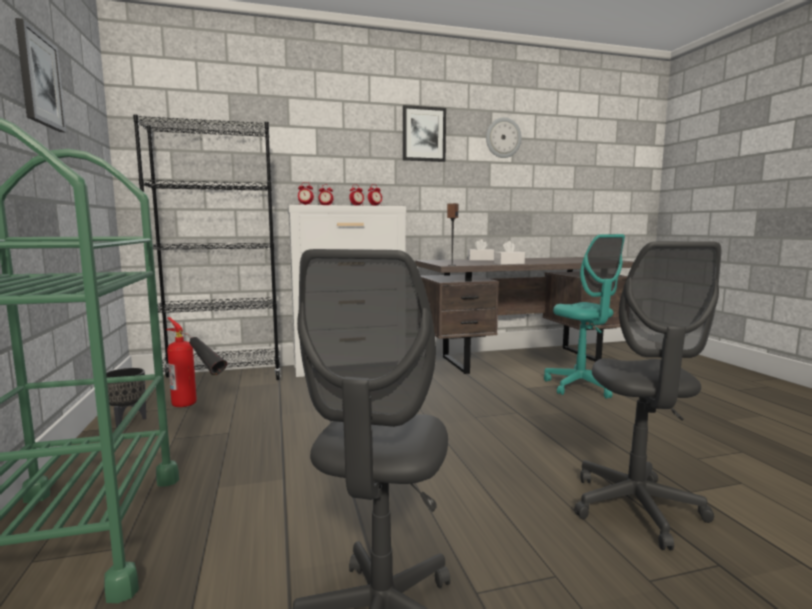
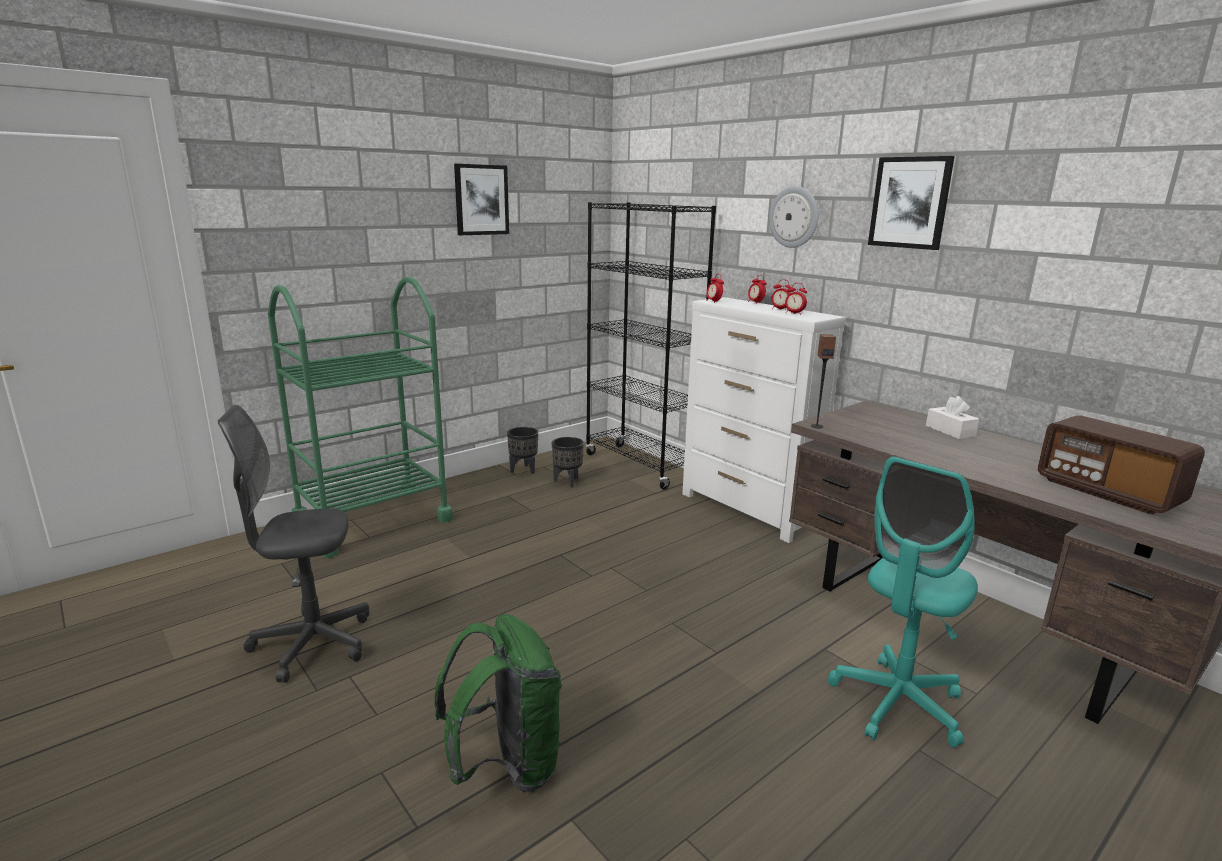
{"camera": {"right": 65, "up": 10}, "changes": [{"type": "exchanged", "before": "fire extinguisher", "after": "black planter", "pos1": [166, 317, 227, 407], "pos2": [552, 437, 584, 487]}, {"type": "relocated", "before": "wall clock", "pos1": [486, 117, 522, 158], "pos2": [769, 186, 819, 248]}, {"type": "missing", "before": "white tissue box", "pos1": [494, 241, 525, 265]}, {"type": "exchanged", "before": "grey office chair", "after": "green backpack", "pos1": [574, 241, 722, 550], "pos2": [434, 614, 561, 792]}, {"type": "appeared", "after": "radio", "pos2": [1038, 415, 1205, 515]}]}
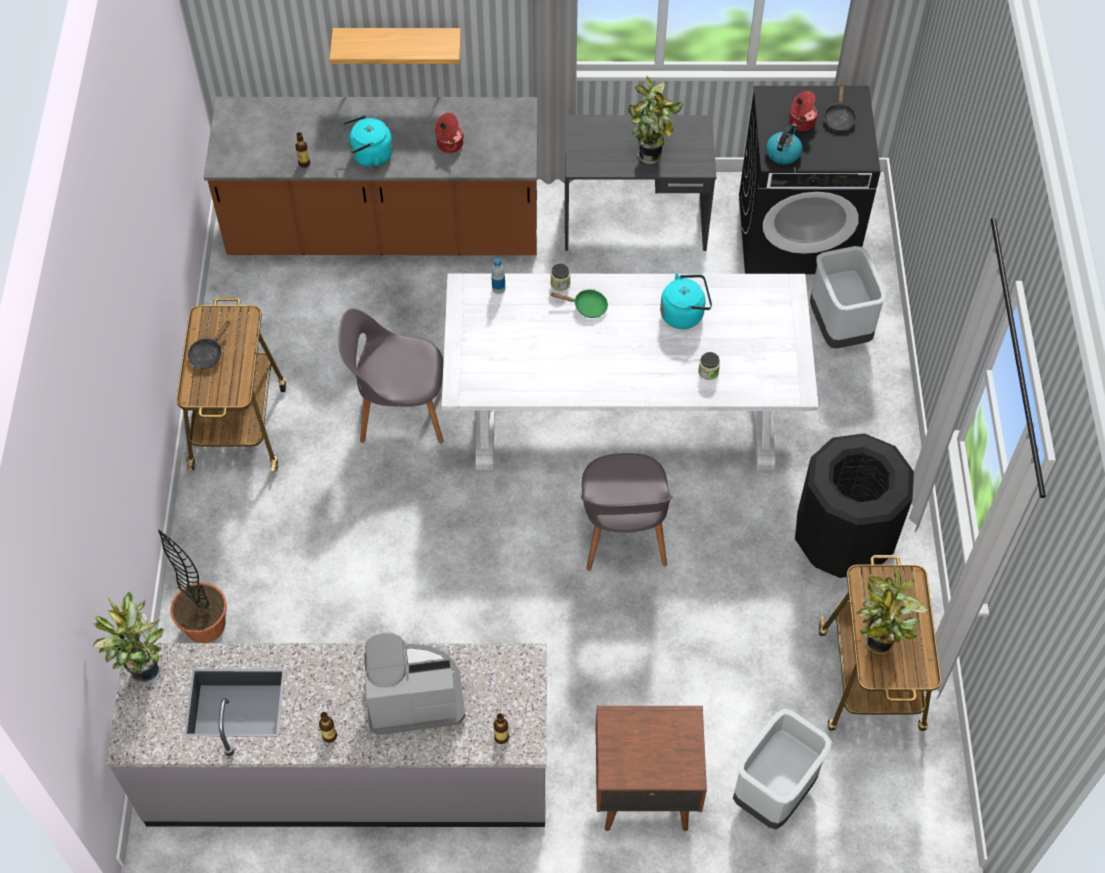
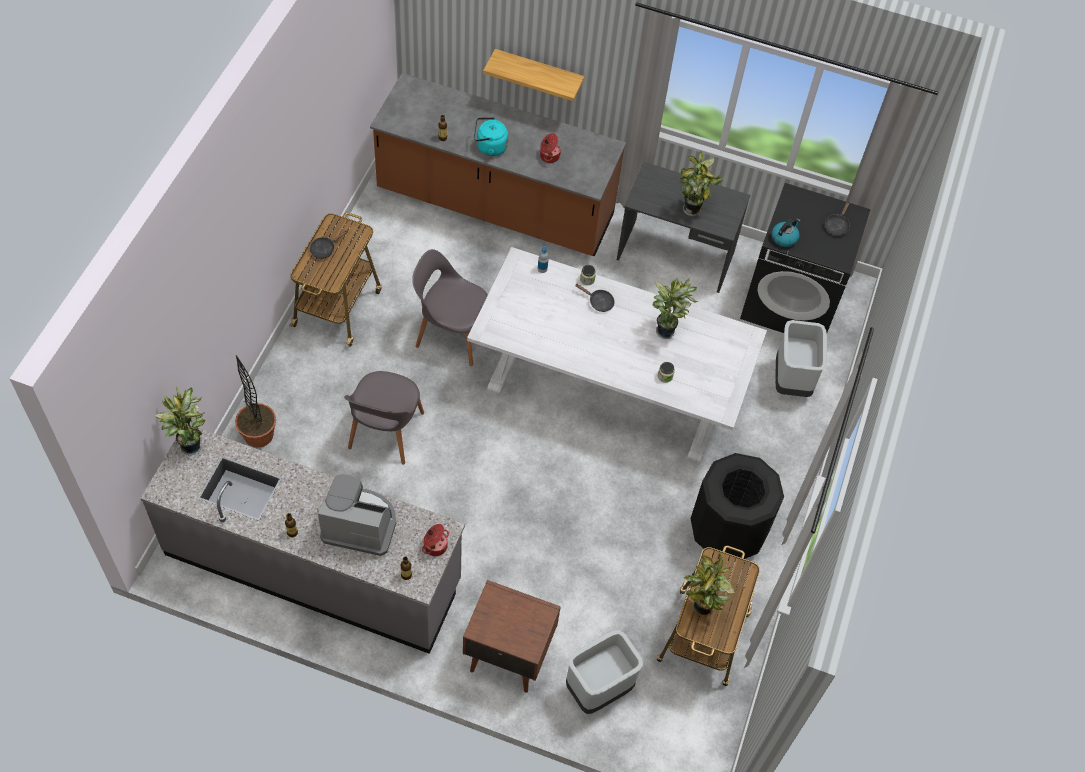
{"camera": {"right": 15, "up": 0}, "changes": [{"type": "colour", "before": "green frying pan", "after": "black frying pan", "pos1": [550, 290, 608, 318], "pos2": [575, 284, 615, 312]}, {"type": "relocated", "before": "grey chair", "pos1": [581, 453, 673, 571], "pos2": [344, 371, 424, 465]}, {"type": "exchanged", "before": "turquoise kettle", "after": "potted plant", "pos1": [660, 273, 712, 329], "pos2": [652, 277, 698, 339]}, {"type": "relocated", "before": "cooking pot", "pos1": [789, 91, 818, 131], "pos2": [422, 524, 449, 556]}]}
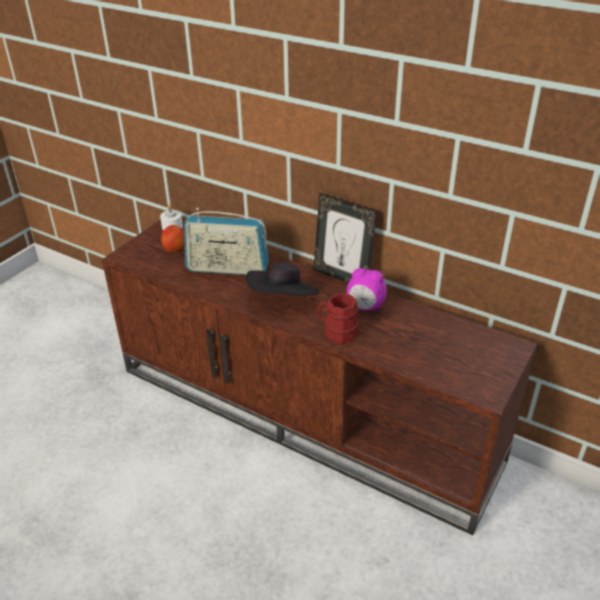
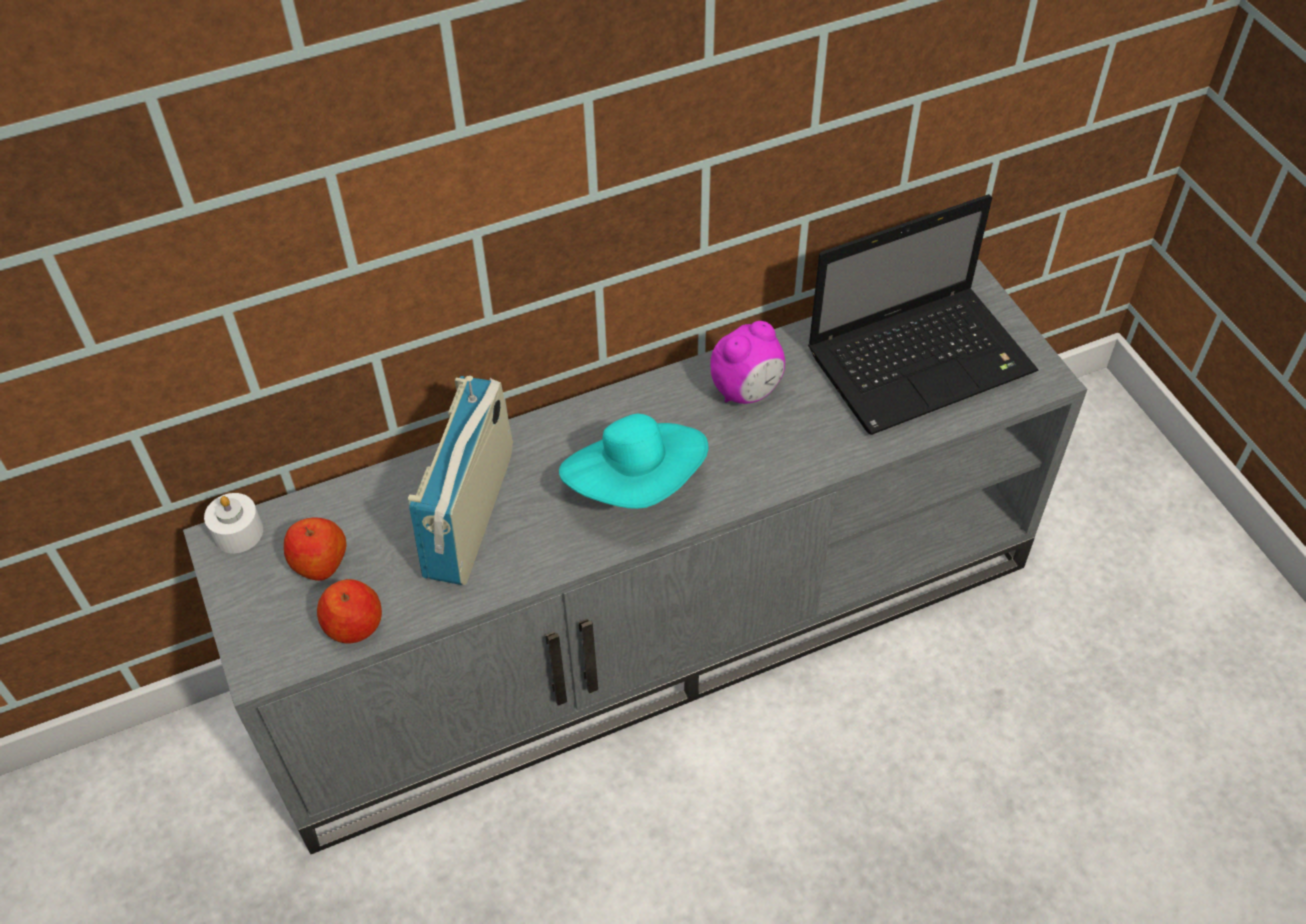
{"camera": {"right": -55, "up": 15}, "changes": [{"type": "colour", "before": "brown tv stand", "after": "grey tv stand", "pos1": [102, 220, 538, 535], "pos2": [183, 260, 1087, 854]}, {"type": "spun", "before": "radio", "pos1": [184, 208, 269, 275], "pos2": [408, 375, 513, 585], "turn": 150}, {"type": "colour", "before": "black hat", "after": "turquoise hat", "pos1": [246, 262, 319, 296], "pos2": [559, 414, 708, 509]}, {"type": "missing", "before": "picture frame", "pos1": [314, 193, 377, 283]}, {"type": "missing", "before": "red mug", "pos1": [317, 293, 359, 344]}, {"type": "appeared", "after": "apple", "pos2": [317, 579, 382, 644]}, {"type": "appeared", "after": "laptop", "pos2": [808, 194, 1038, 435]}]}
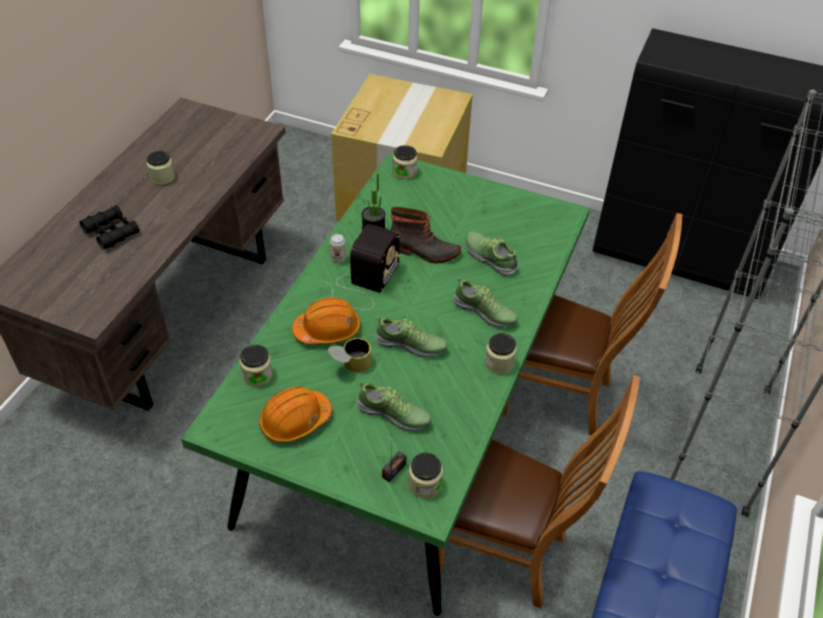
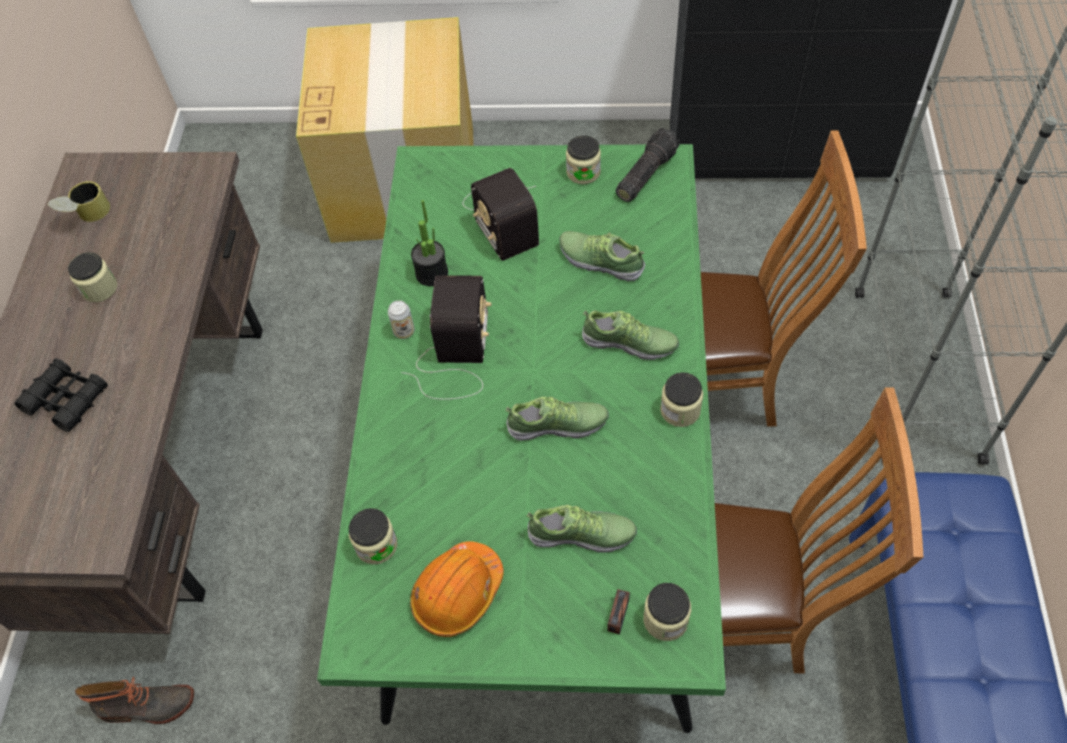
{"camera": {"right": -15, "up": 10}, "changes": [{"type": "missing", "before": "orange hard hat", "pos1": [292, 297, 361, 344]}, {"type": "relocated", "before": "can", "pos1": [328, 338, 372, 373], "pos2": [48, 181, 110, 222]}, {"type": "relocated", "before": "boot", "pos1": [391, 207, 461, 263], "pos2": [75, 677, 194, 724]}, {"type": "relocated", "before": "jar", "pos1": [393, 145, 417, 179], "pos2": [566, 135, 601, 184]}, {"type": "appeared", "after": "radio", "pos2": [463, 168, 539, 261]}, {"type": "appeared", "after": "flashlight", "pos2": [616, 128, 680, 202]}]}
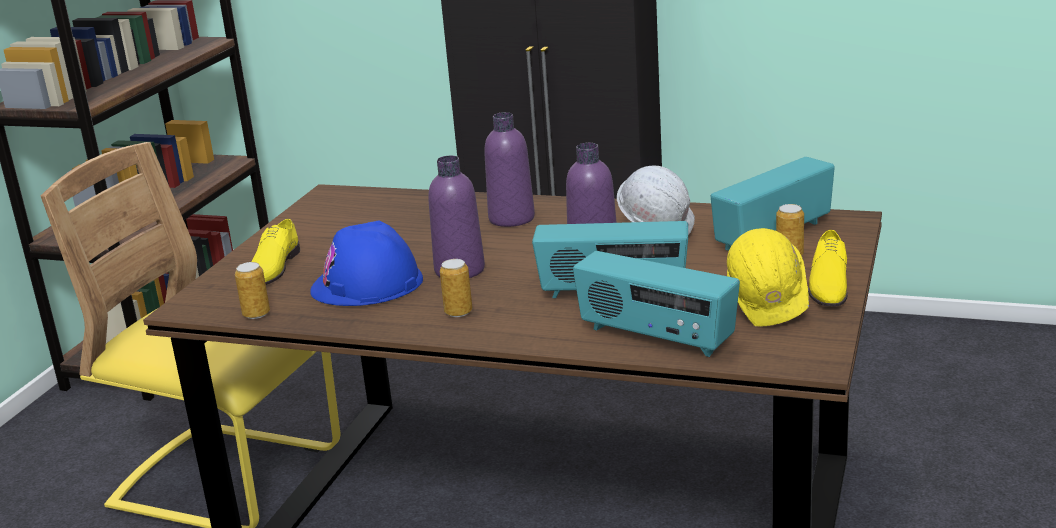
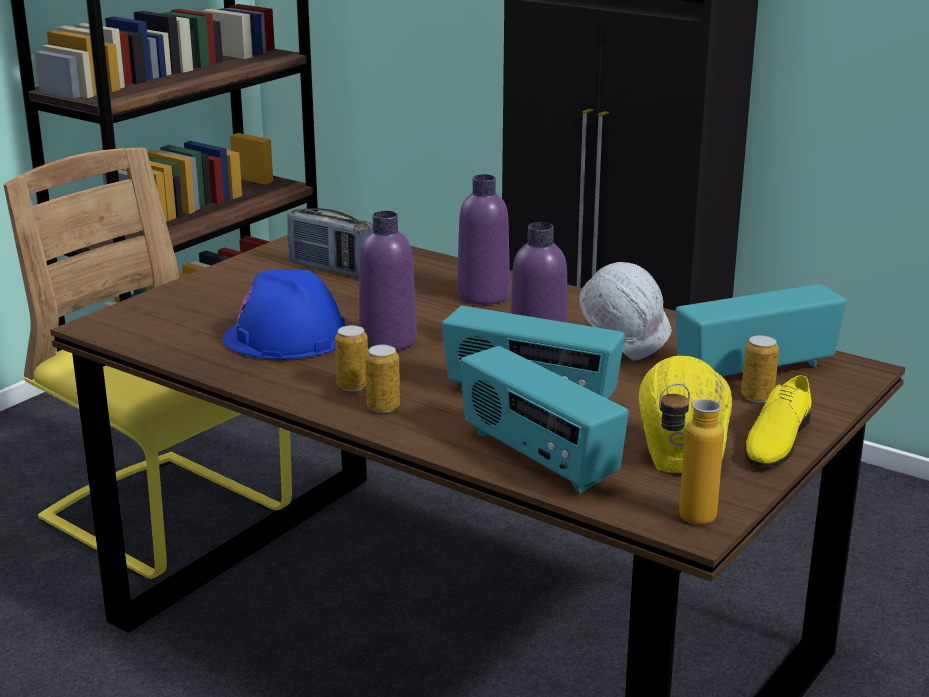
{"camera": {"right": 15, "up": 0}, "changes": [{"type": "relocated", "before": "can", "pos1": [235, 262, 270, 319], "pos2": [365, 345, 400, 413]}, {"type": "missing", "before": "yellow shoe", "pos1": [251, 219, 300, 285]}, {"type": "appeared", "after": "radio", "pos2": [287, 208, 373, 277]}, {"type": "appeared", "after": "bottle", "pos2": [659, 383, 724, 525]}]}
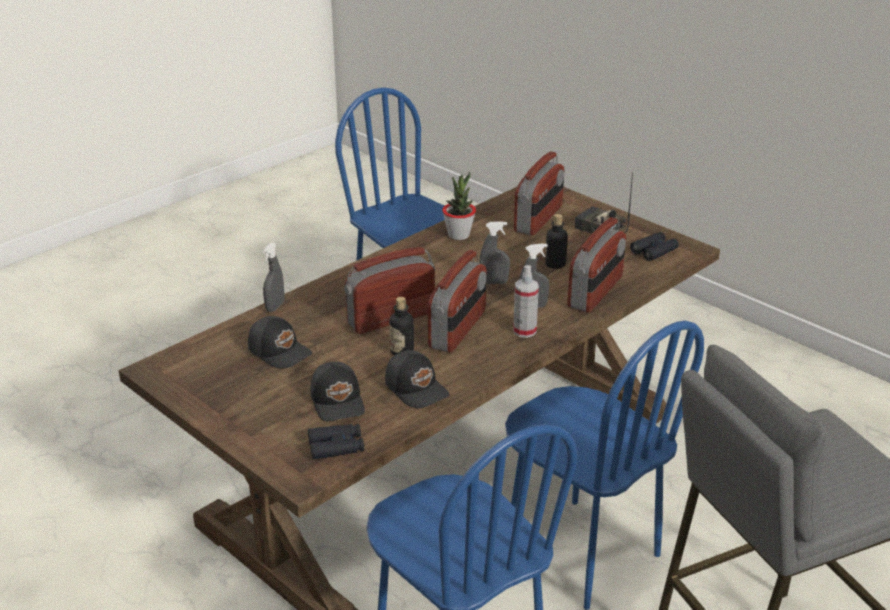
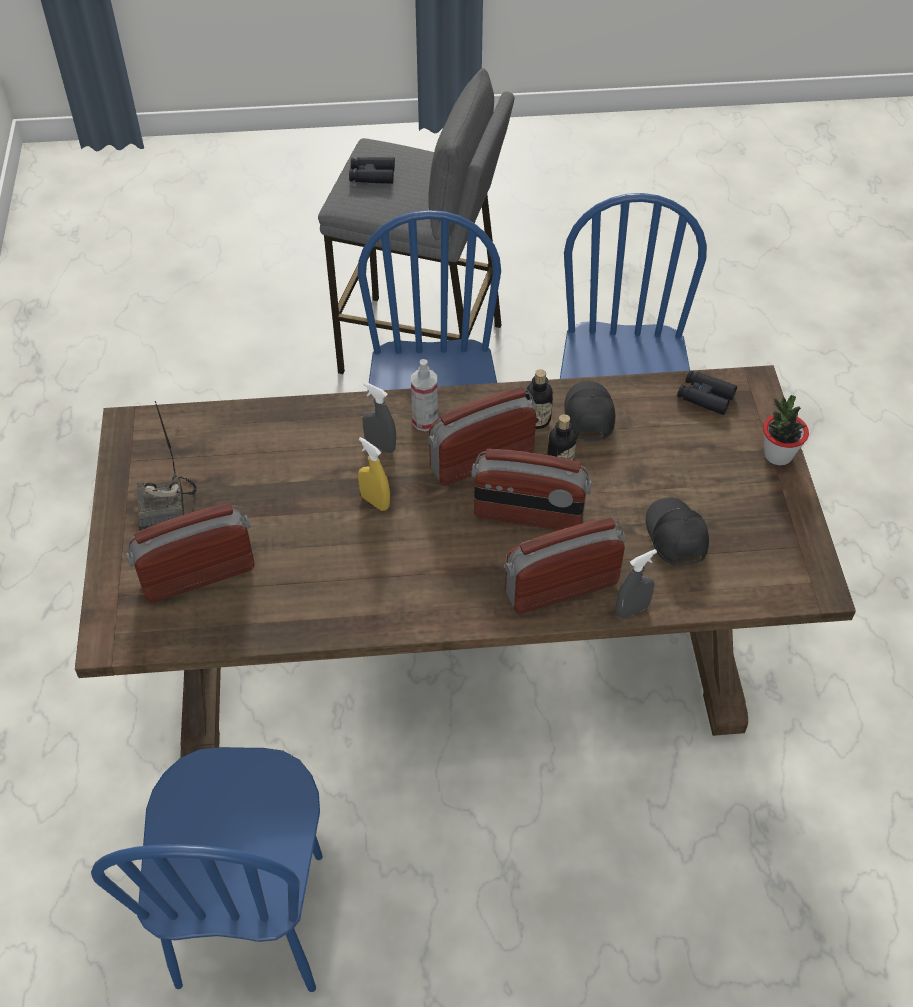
{"camera": {"right": -140, "up": 20}, "changes": [{"type": "missing", "before": "black cap", "pos1": [310, 362, 365, 421]}, {"type": "relocated", "before": "potted plant", "pos1": [442, 172, 476, 240], "pos2": [763, 395, 809, 466]}, {"type": "colour", "before": "grey spray bottle", "after": "yellow spray bottle", "pos1": [479, 222, 510, 284], "pos2": [358, 437, 390, 511]}, {"type": "relocated", "before": "bottle", "pos1": [545, 214, 568, 269], "pos2": [525, 369, 553, 429]}, {"type": "relocated", "before": "radio", "pos1": [567, 217, 626, 313], "pos2": [505, 517, 626, 614]}, {"type": "relocated", "before": "black binoculars", "pos1": [630, 232, 679, 261], "pos2": [349, 157, 395, 184]}]}
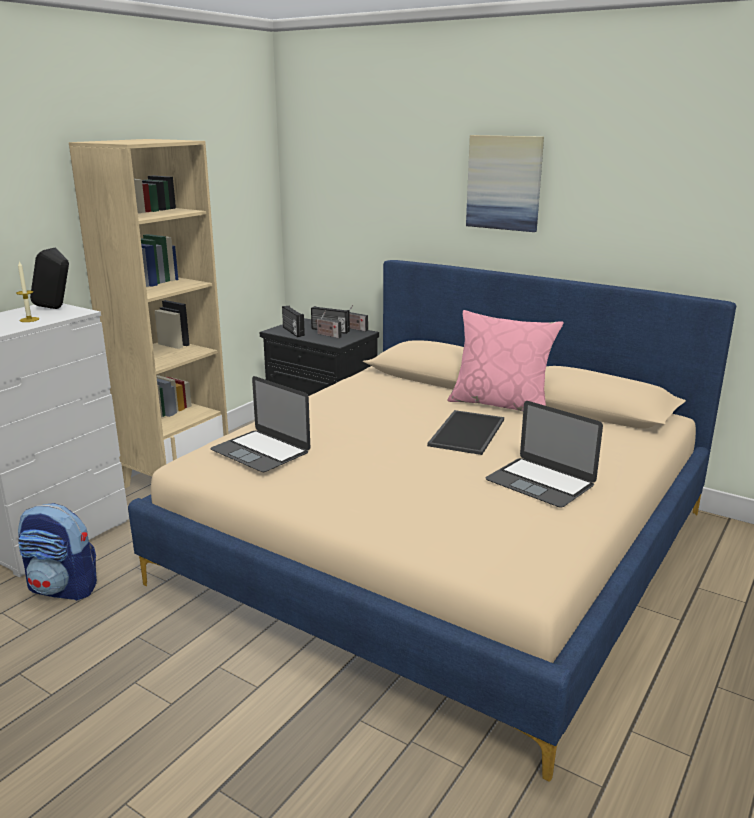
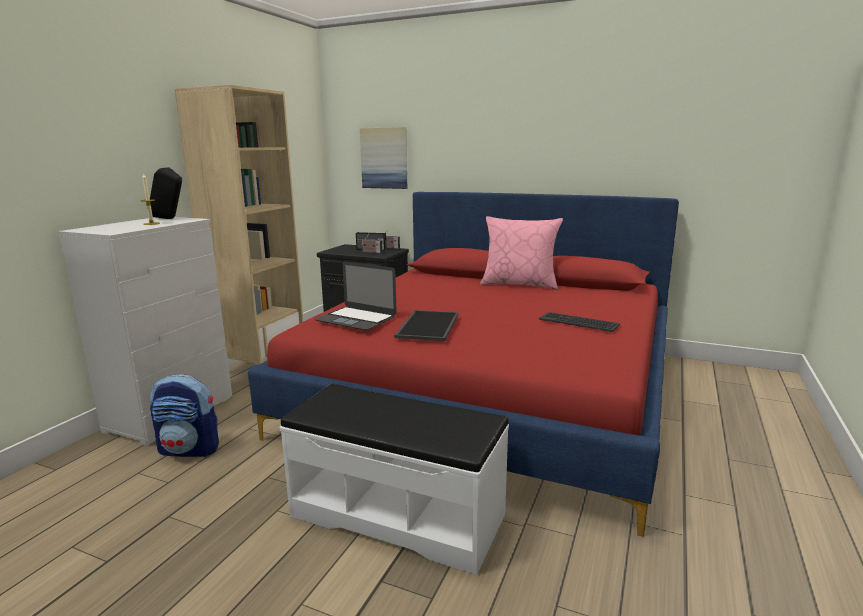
{"camera": {"right": -10, "up": -5}, "changes": [{"type": "colour", "before": "beige bed", "after": "red bed", "pos1": [128, 260, 736, 782], "pos2": [248, 192, 679, 537]}, {"type": "missing", "before": "radio", "pos1": [282, 306, 305, 337]}, {"type": "relocated", "before": "tray", "pos1": [427, 410, 504, 455], "pos2": [394, 310, 459, 341]}, {"type": "relocated", "before": "picture", "pos1": [466, 135, 544, 232], "pos2": [360, 127, 407, 189]}, {"type": "exchanged", "before": "laptop", "after": "keyboard", "pos1": [486, 401, 603, 508], "pos2": [539, 312, 620, 332]}, {"type": "appeared", "after": "white bench", "pos2": [280, 384, 509, 575]}]}
